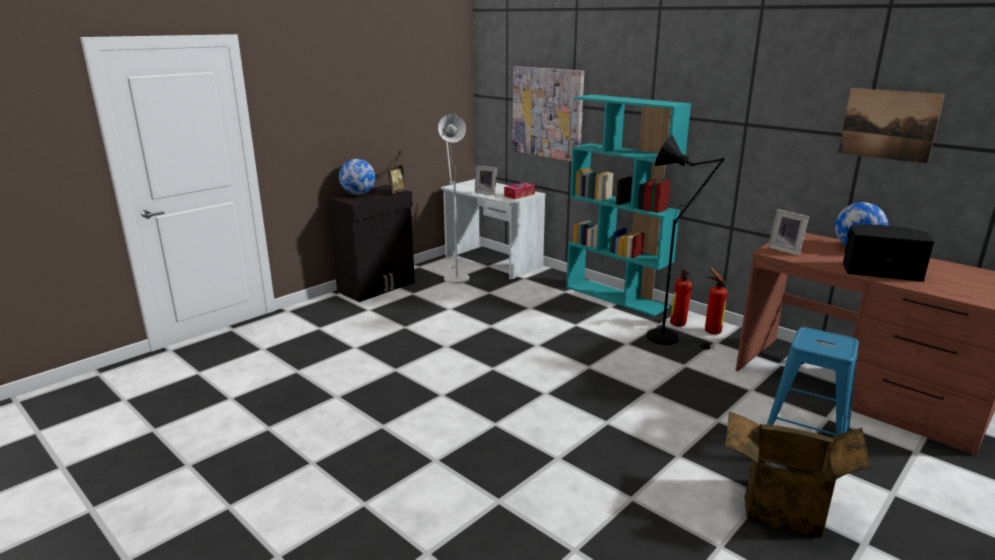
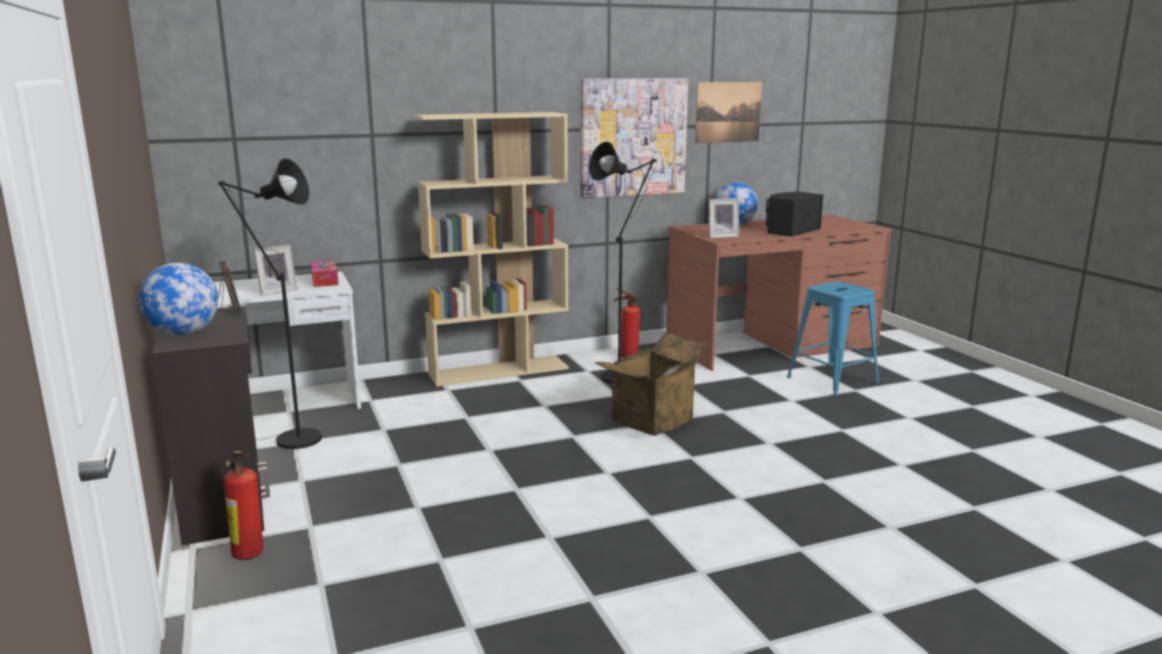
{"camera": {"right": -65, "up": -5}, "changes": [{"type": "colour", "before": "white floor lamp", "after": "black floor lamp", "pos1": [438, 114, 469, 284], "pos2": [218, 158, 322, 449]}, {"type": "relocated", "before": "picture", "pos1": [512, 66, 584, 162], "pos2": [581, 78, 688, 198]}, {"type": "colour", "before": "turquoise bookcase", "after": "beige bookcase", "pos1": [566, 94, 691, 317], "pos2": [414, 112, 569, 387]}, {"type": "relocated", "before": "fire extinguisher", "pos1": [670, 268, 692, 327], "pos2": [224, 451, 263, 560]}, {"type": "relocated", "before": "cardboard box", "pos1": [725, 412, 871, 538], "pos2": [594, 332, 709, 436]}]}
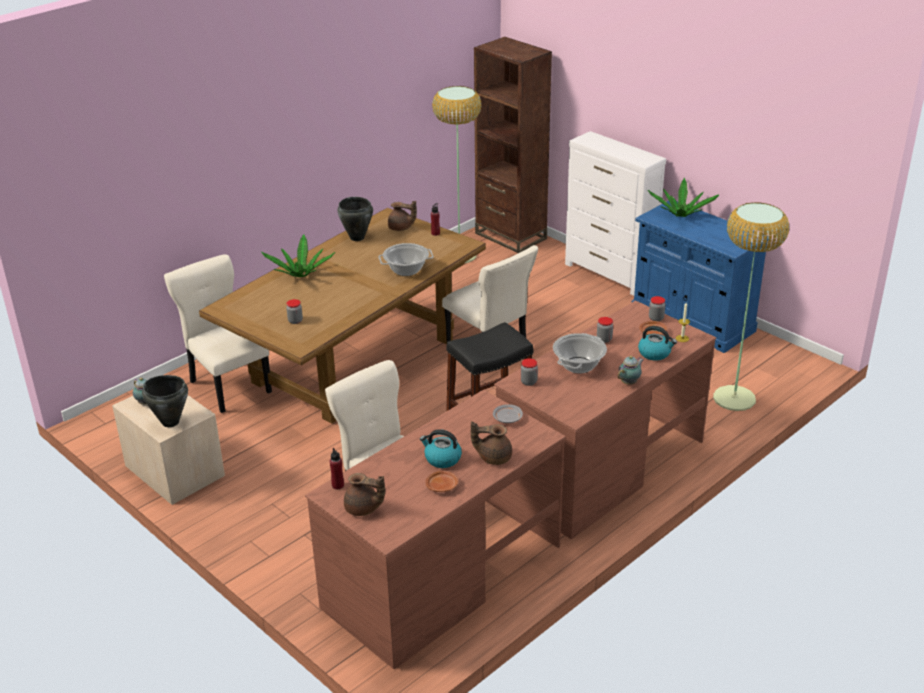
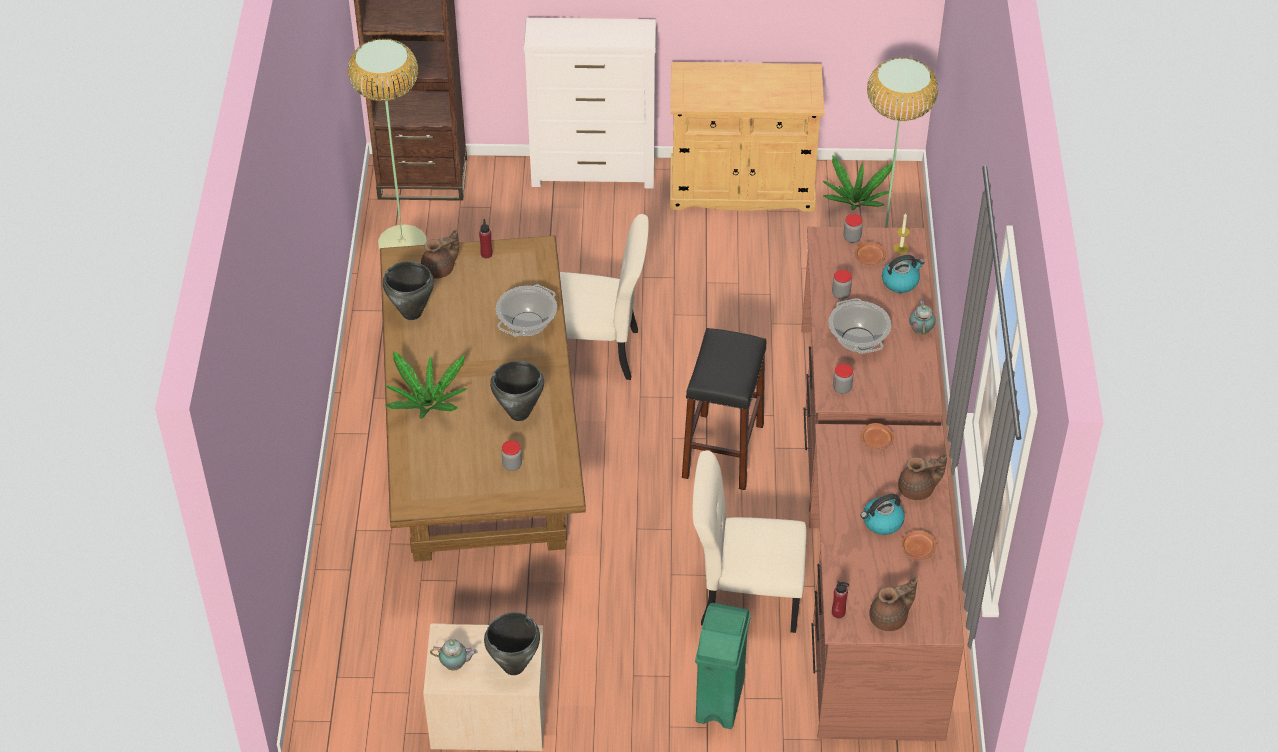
{"camera": {"right": -45, "up": 15}, "changes": [{"type": "missing", "before": "beige chair", "pos1": [164, 254, 272, 413]}, {"type": "spun", "before": "brown teapot", "pos1": [471, 421, 512, 465], "pos2": [898, 454, 947, 500], "turn": -150}, {"type": "colour", "before": "grey plate", "after": "brown plate", "pos1": [493, 404, 523, 423], "pos2": [860, 423, 894, 450]}, {"type": "colour", "before": "blue cabinet", "after": "beige cabinet", "pos1": [631, 201, 768, 353], "pos2": [670, 62, 824, 212]}, {"type": "relocated", "before": "potted plant", "pos1": [648, 178, 719, 217], "pos2": [823, 155, 893, 210]}, {"type": "appeared", "after": "black cooking pot", "pos2": [490, 361, 544, 421]}, {"type": "appeared", "after": "green trash can", "pos2": [695, 603, 751, 729]}]}
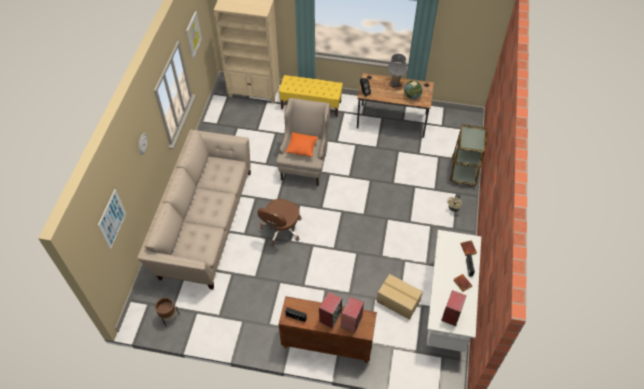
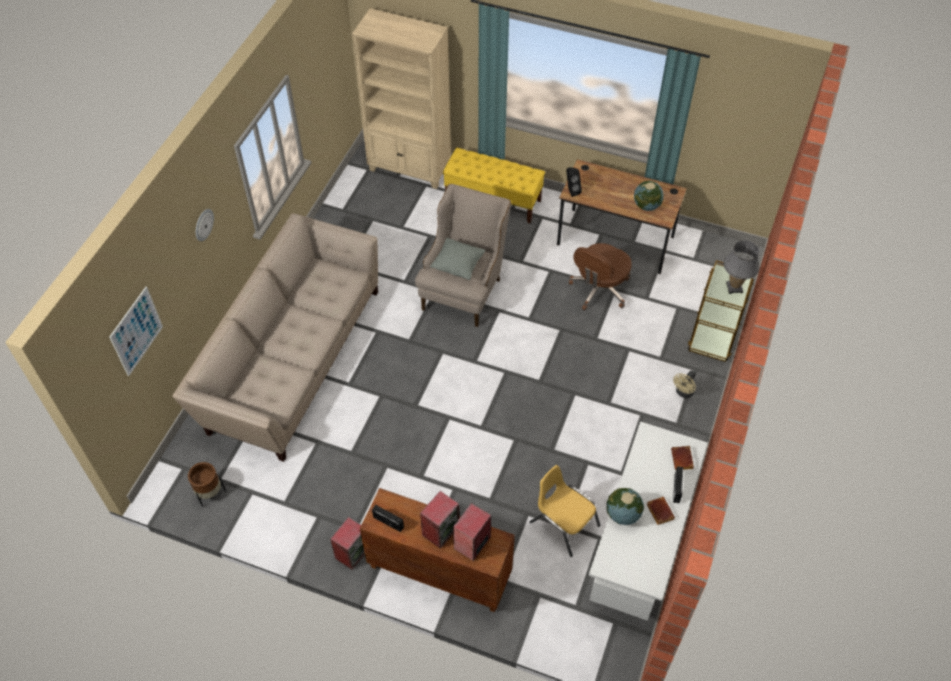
{"camera": {"right": 10, "up": 0}, "changes": [{"type": "missing", "before": "picture", "pos1": [186, 11, 202, 58]}, {"type": "relocated", "before": "brown office chair", "pos1": [258, 199, 301, 246], "pos2": [569, 243, 632, 310]}, {"type": "colour", "before": "orange pillow", "after": "grey pillow", "pos1": [286, 132, 318, 157], "pos2": [430, 238, 485, 280]}, {"type": "exchanged", "before": "cardboard box", "after": "yellow chair", "pos1": [376, 274, 423, 320], "pos2": [530, 465, 600, 557]}, {"type": "relocated", "before": "grey table lamp", "pos1": [387, 54, 408, 87], "pos2": [724, 240, 760, 294]}, {"type": "relocated", "before": "speaker", "pos1": [441, 290, 467, 326], "pos2": [330, 517, 365, 570]}, {"type": "appeared", "after": "globe", "pos2": [607, 488, 644, 525]}]}
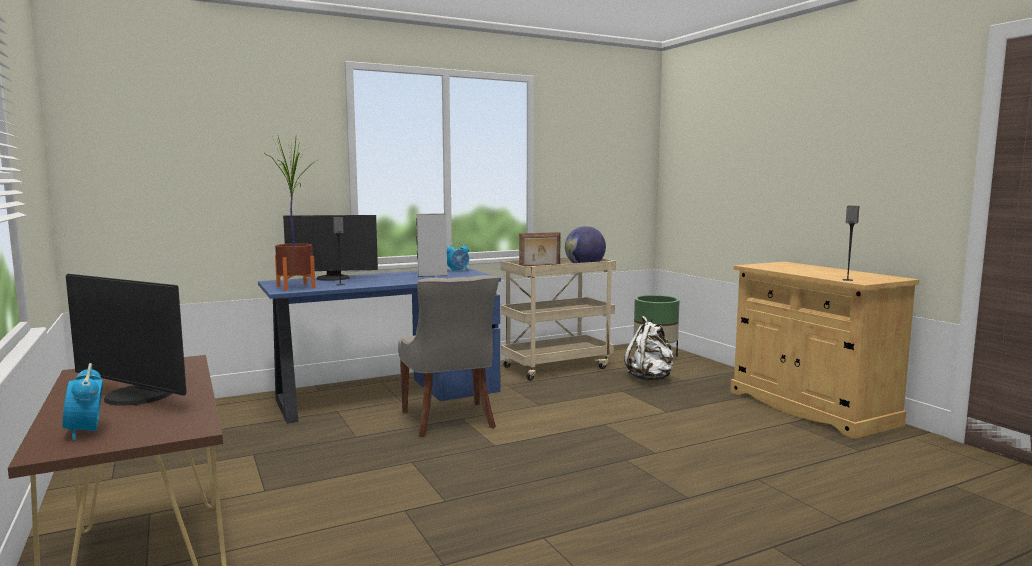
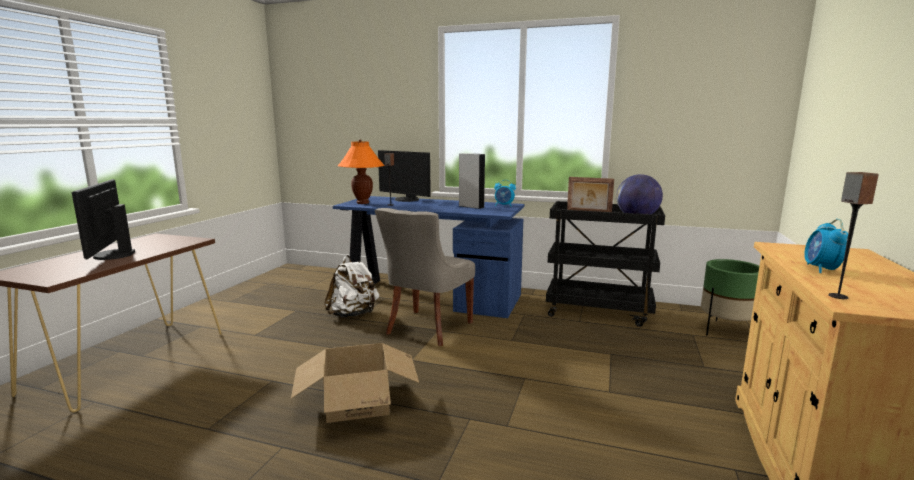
{"camera": {"right": 45, "up": 5}, "changes": [{"type": "relocated", "before": "alarm clock", "pos1": [62, 363, 103, 441], "pos2": [804, 219, 848, 273]}, {"type": "exchanged", "before": "potted plant", "after": "orange table lamp", "pos1": [264, 136, 318, 291], "pos2": [338, 139, 385, 204]}, {"type": "colour", "before": "beige cart", "after": "black cart", "pos1": [501, 257, 616, 381], "pos2": [546, 201, 665, 327]}, {"type": "relocated", "before": "white backpack", "pos1": [624, 316, 673, 381], "pos2": [324, 255, 379, 318]}, {"type": "appeared", "after": "cardboard box", "pos2": [291, 343, 419, 423]}]}
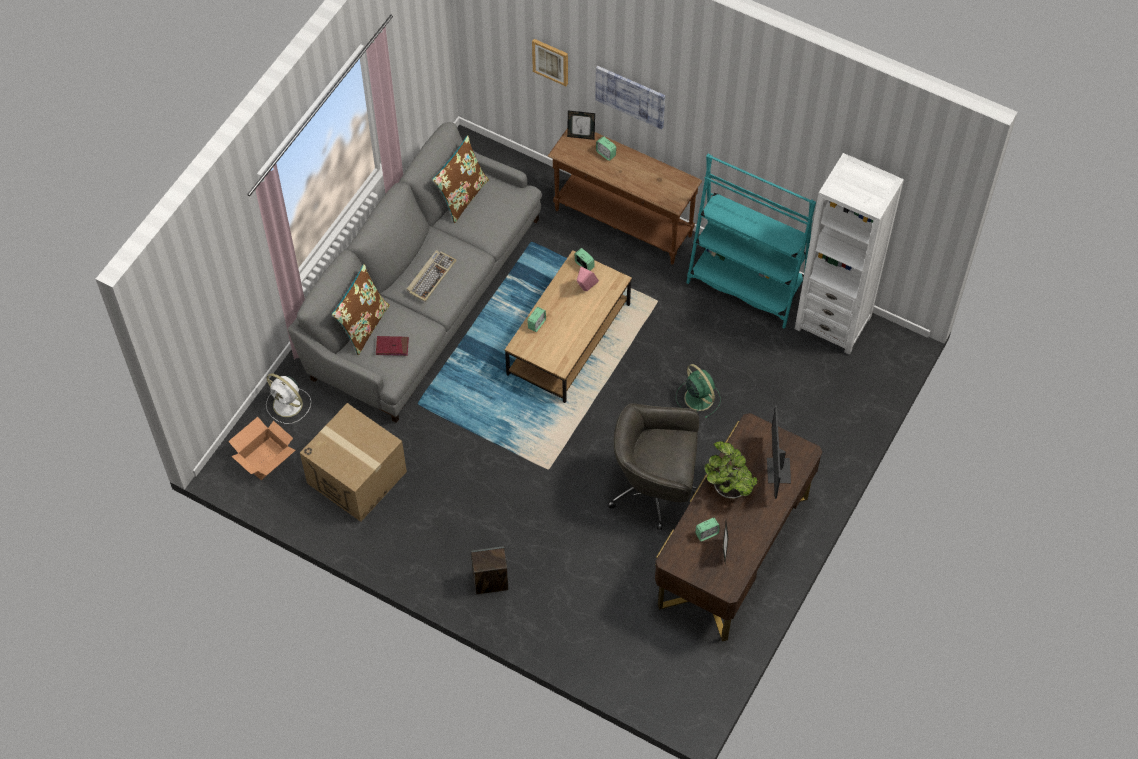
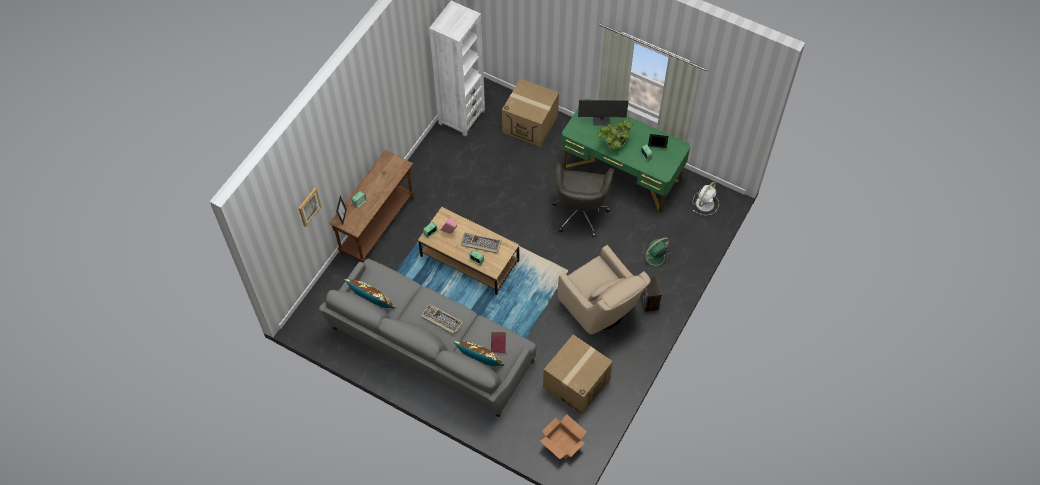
{"camera": {"right": -90, "up": 0}, "changes": [{"type": "relocated", "before": "white fan", "pos1": [266, 373, 311, 424], "pos2": [693, 182, 719, 215]}, {"type": "missing", "before": "picture", "pos1": [595, 66, 665, 130]}, {"type": "colour", "before": "brown desk", "after": "green desk", "pos1": [655, 413, 822, 641], "pos2": [561, 99, 690, 213]}, {"type": "relocated", "before": "green fan", "pos1": [676, 364, 721, 418], "pos2": [641, 238, 670, 271]}, {"type": "missing", "before": "turquoise bookcase", "pos1": [686, 154, 816, 328]}, {"type": "appeared", "after": "keyboard", "pos2": [461, 232, 502, 253]}, {"type": "appeared", "after": "cardboard box", "pos2": [502, 79, 559, 147]}, {"type": "appeared", "after": "beige armchair", "pos2": [557, 245, 651, 335]}]}
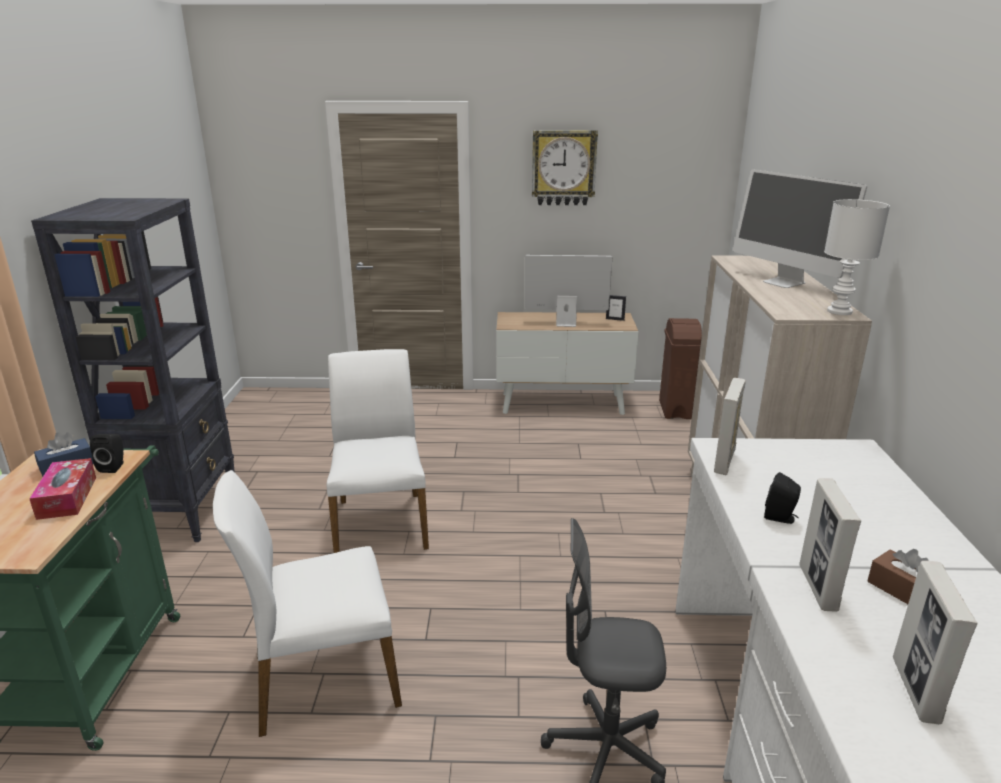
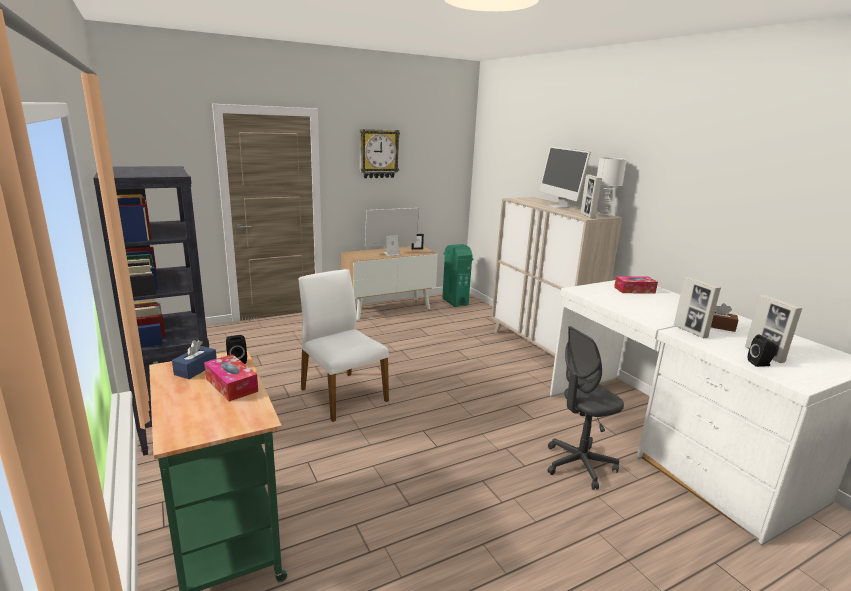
{"camera": {"right": -30, "up": -5}, "changes": [{"type": "missing", "before": "white chair", "pos1": [213, 470, 402, 737]}, {"type": "colour", "before": "brown trash can", "after": "green trash can", "pos1": [659, 318, 702, 419], "pos2": [442, 244, 473, 307]}, {"type": "relocated", "before": "picture frame", "pos1": [714, 378, 746, 475], "pos2": [581, 175, 602, 219]}, {"type": "spun", "before": "monitor", "pos1": [733, 169, 867, 288], "pos2": [539, 146, 591, 208], "turn": 45}, {"type": "relocated", "before": "black speaker", "pos1": [764, 472, 801, 524], "pos2": [748, 335, 778, 367]}, {"type": "appeared", "after": "tissue box", "pos2": [614, 276, 658, 293]}]}
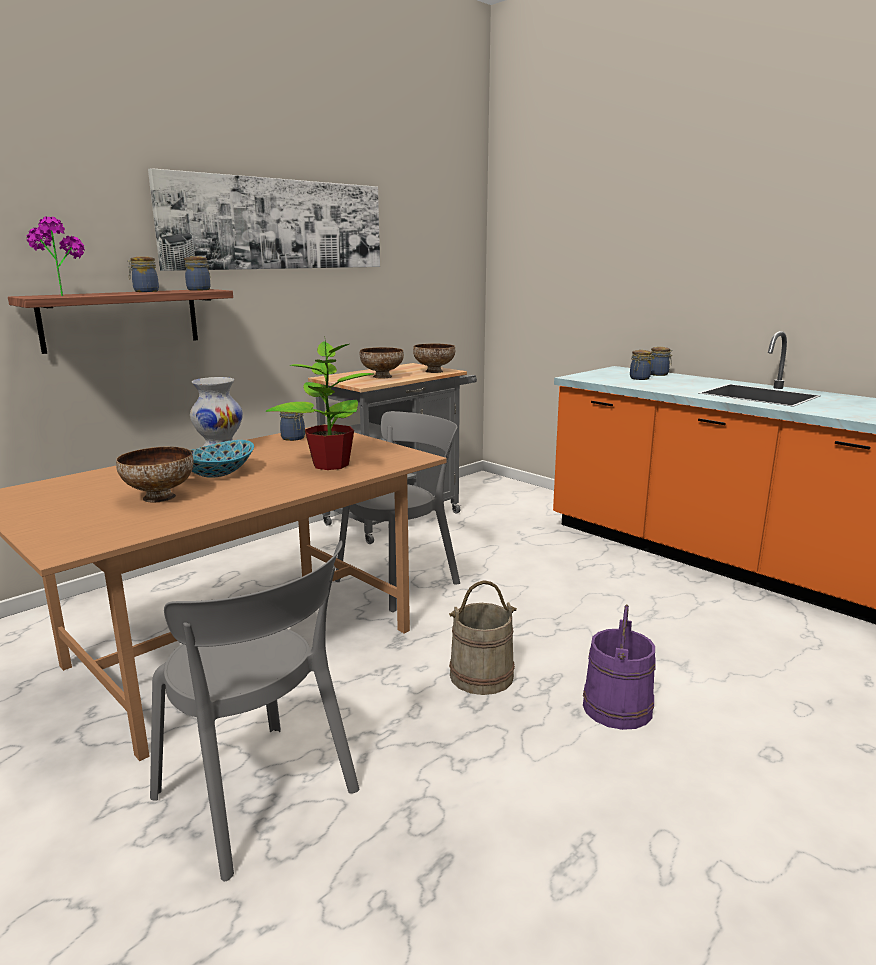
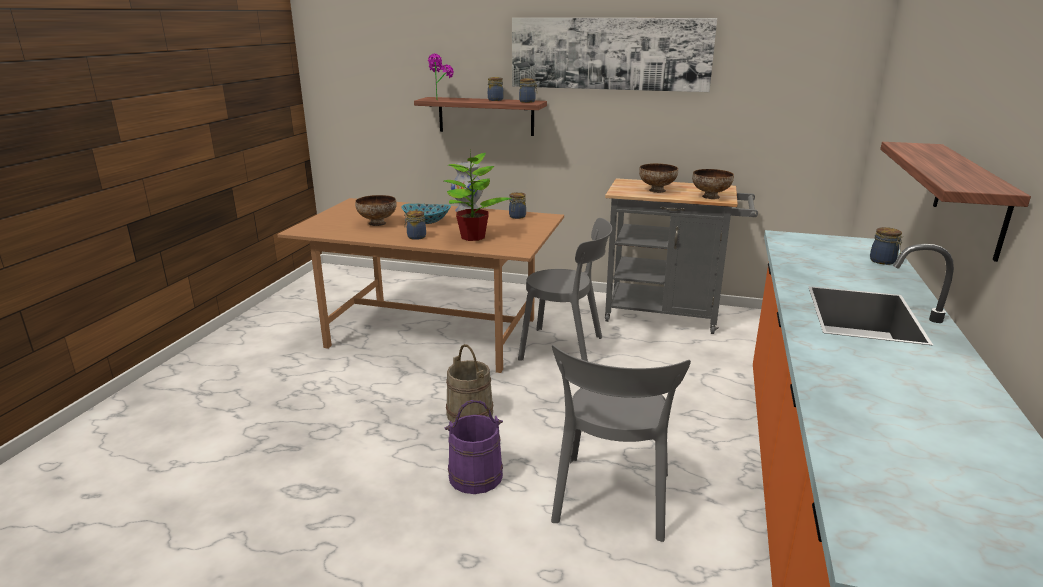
{"camera": {"right": 60, "up": 5}, "changes": [{"type": "relocated", "before": "grey chair", "pos1": [150, 541, 359, 881], "pos2": [551, 345, 691, 542]}, {"type": "relocated", "before": "jar", "pos1": [630, 350, 652, 380], "pos2": [404, 210, 426, 240]}, {"type": "appeared", "after": "shelf", "pos2": [880, 142, 1031, 262]}]}
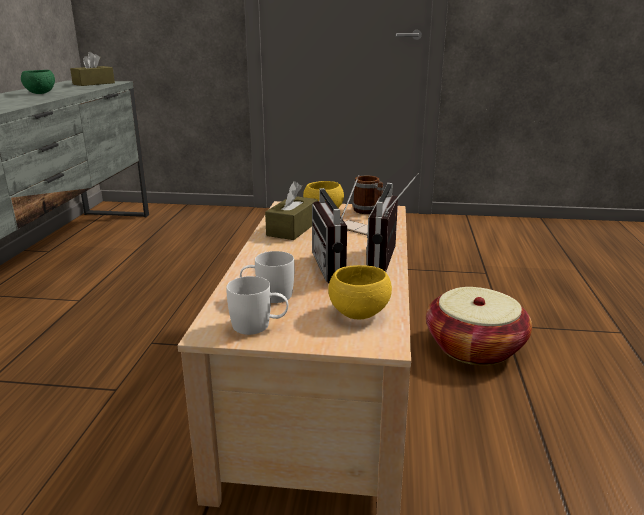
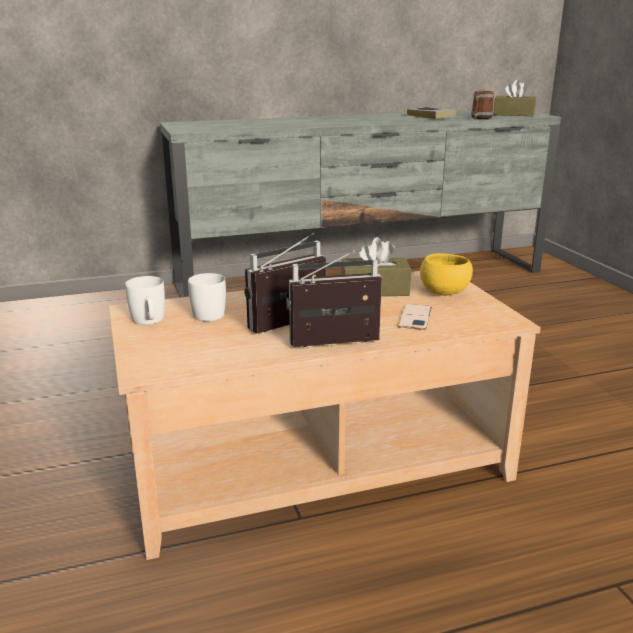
{"camera": {"right": 65, "up": 0}, "changes": [{"type": "exchanged", "before": "green bowl", "after": "book", "pos1": [21, 70, 55, 94], "pos2": [407, 107, 456, 119]}, {"type": "missing", "before": "yellow bowl", "pos1": [328, 265, 392, 319]}, {"type": "relocated", "before": "mug", "pos1": [353, 176, 384, 214], "pos2": [471, 91, 494, 120]}, {"type": "missing", "before": "basket", "pos1": [426, 287, 532, 366]}]}
